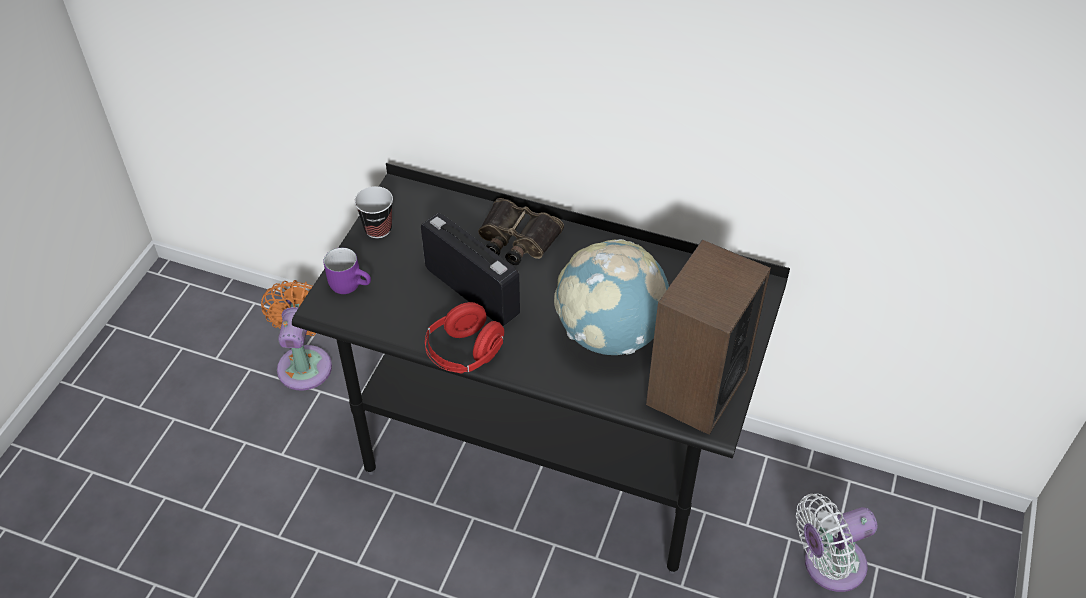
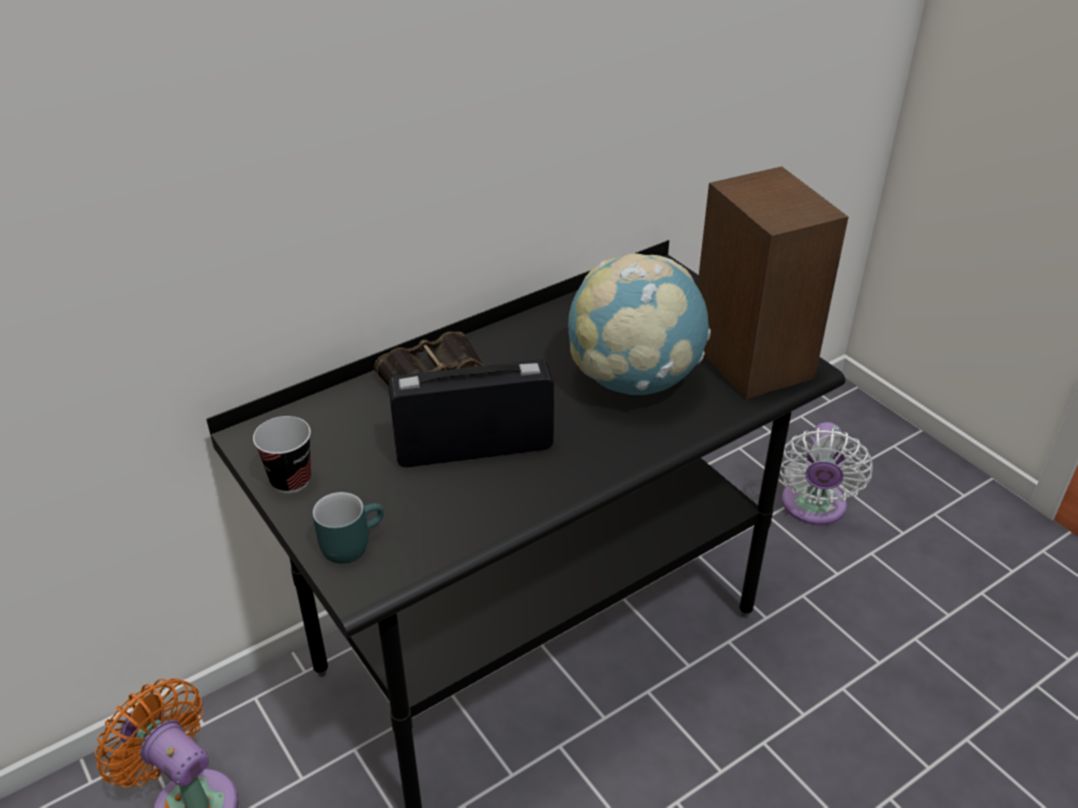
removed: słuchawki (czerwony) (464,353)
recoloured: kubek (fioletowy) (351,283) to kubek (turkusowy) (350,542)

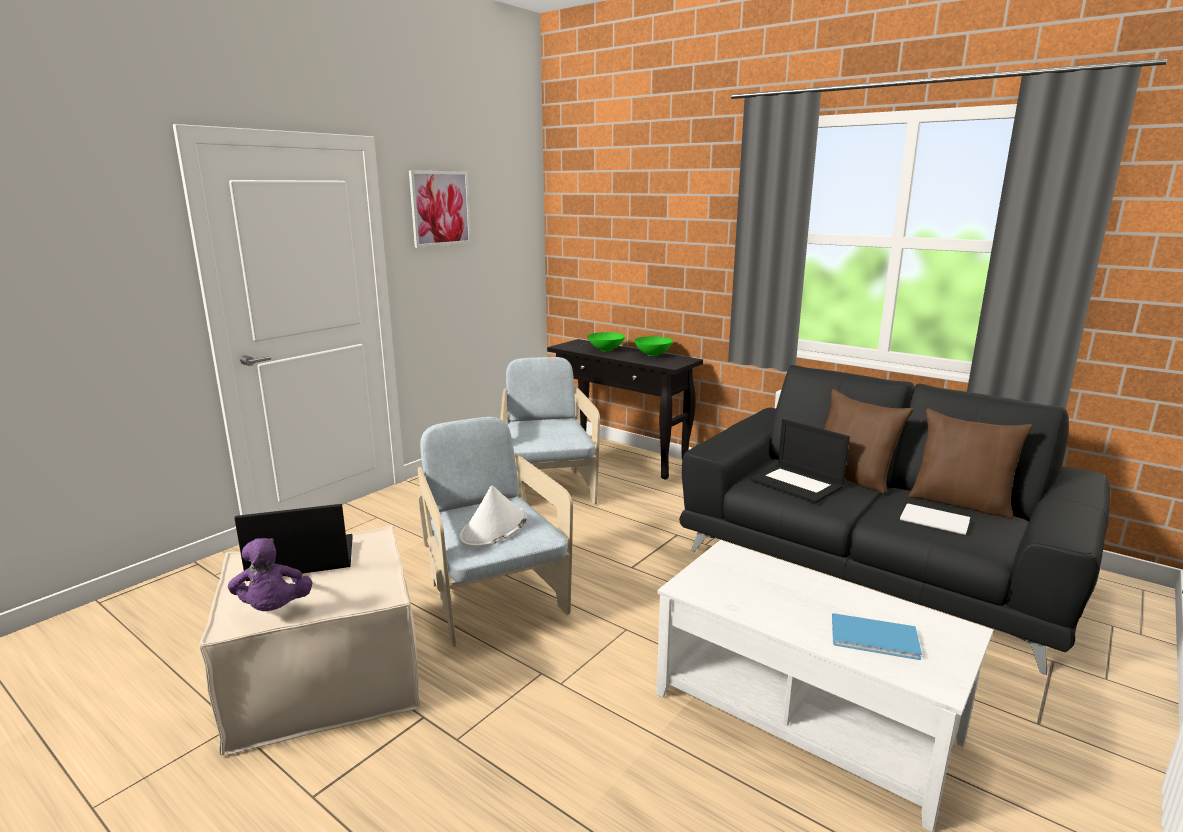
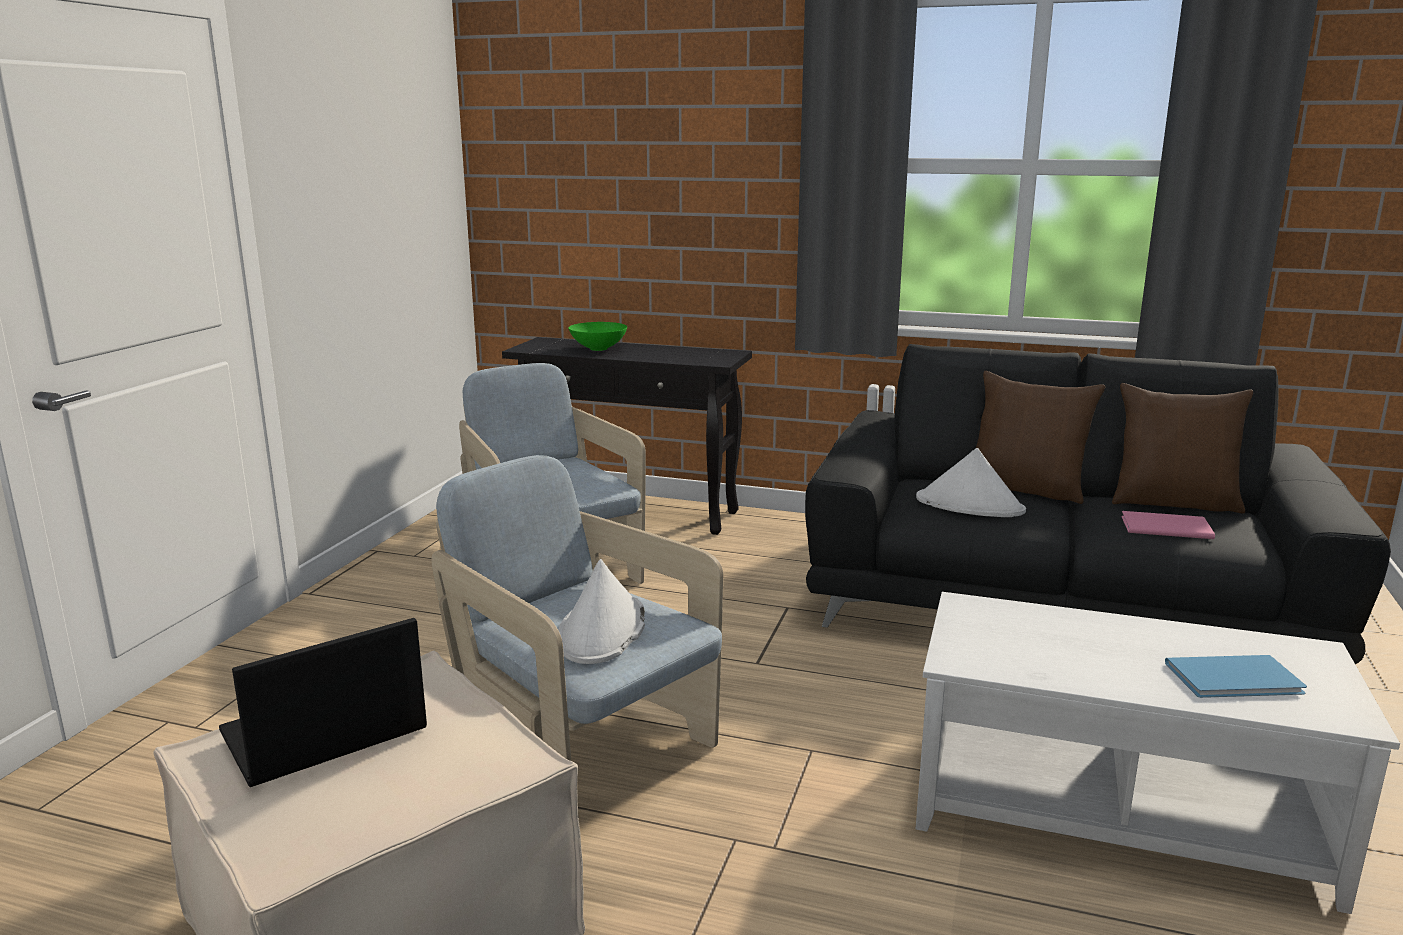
removed: pluszak (fioletowy) (273,609); obraz (440,208); miska (zielony) (653,354)
replaced: laptop (797,484) to kapelusz (biały) (970,505)
recoloured: książka (biały) (933,519) to książka (różowy) (1163,526)

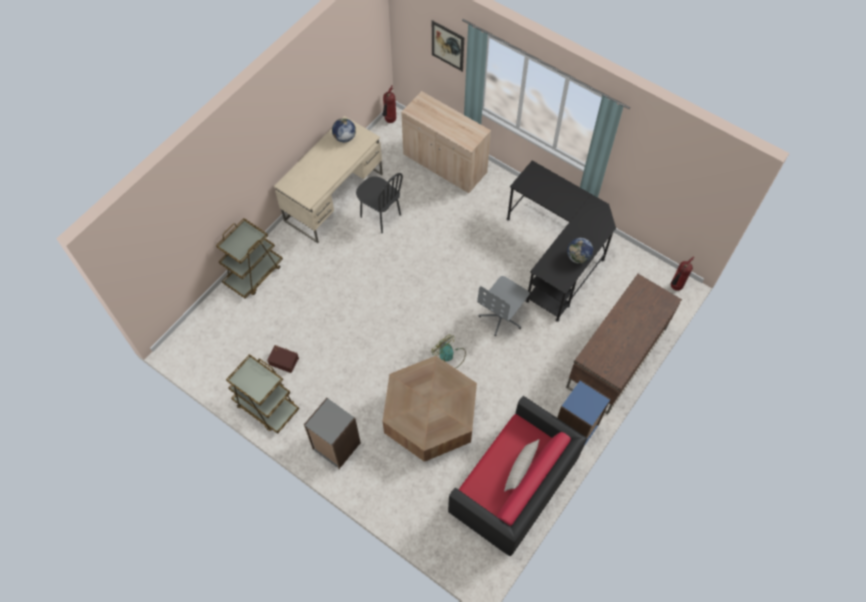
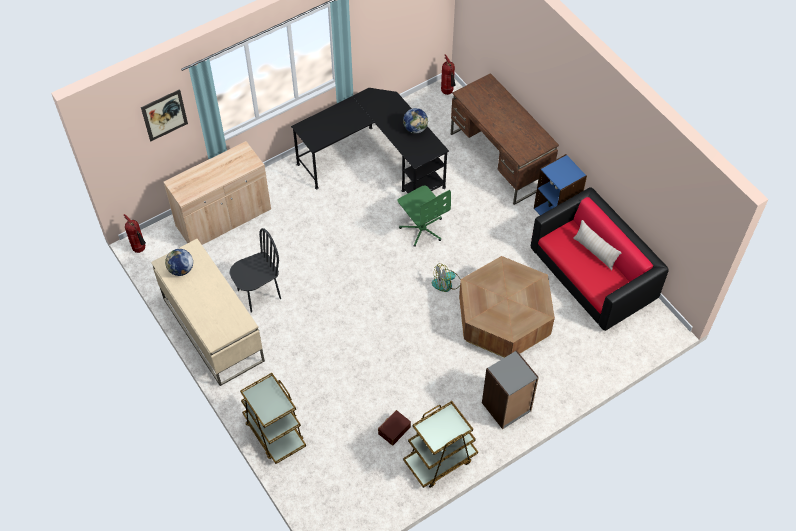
recoloured: krzesło biurowe (szary) (501,316) to krzesło biurowe (zielony) (422,228)

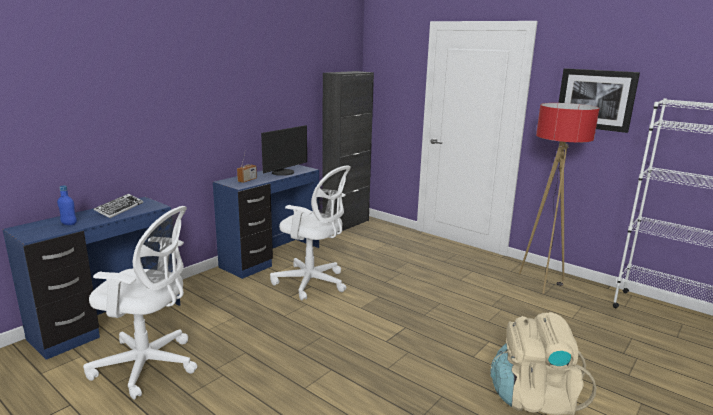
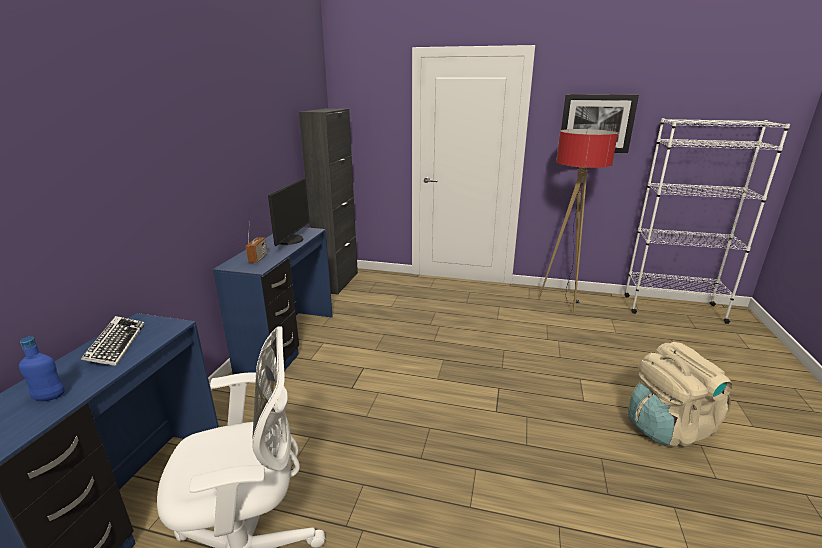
removed: krzesło biurowe (biały) (313,283)

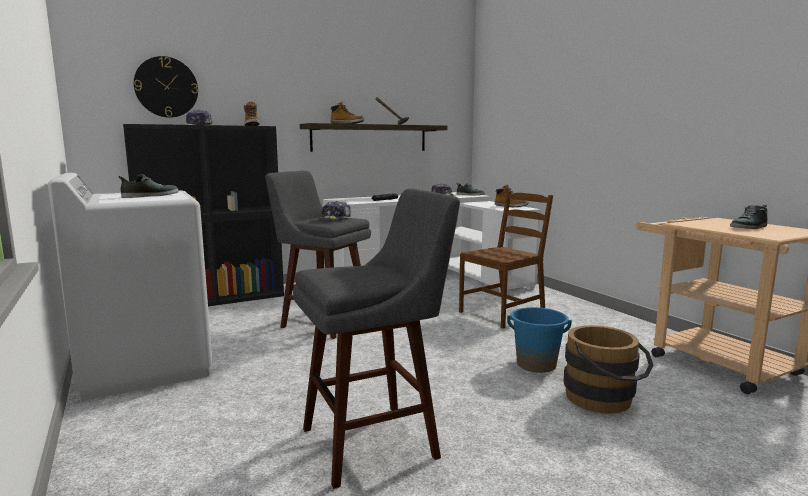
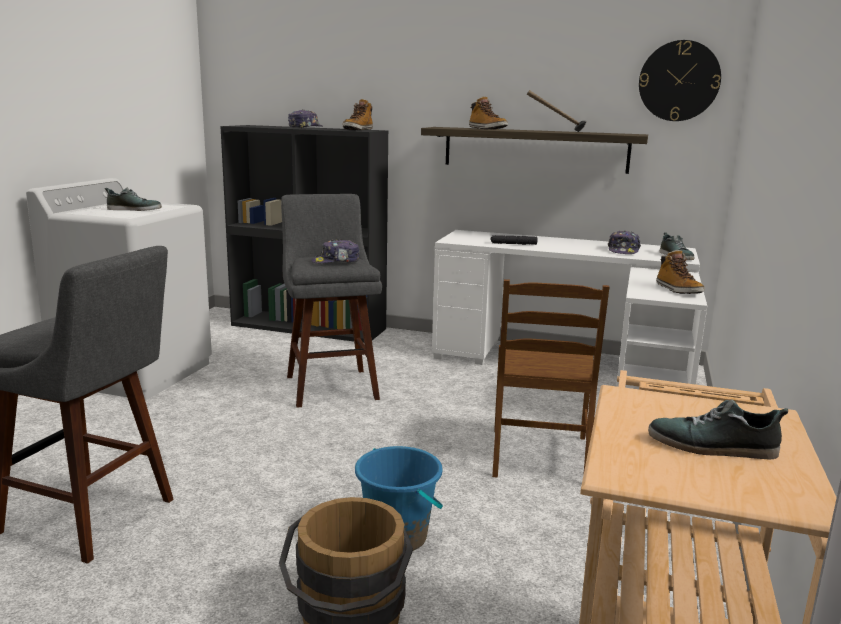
moved: zegar ścienny (166,87) to (679,81)
turned: krzesło (brązowy) (502,313) = (540,456) 90 degrees clockwise

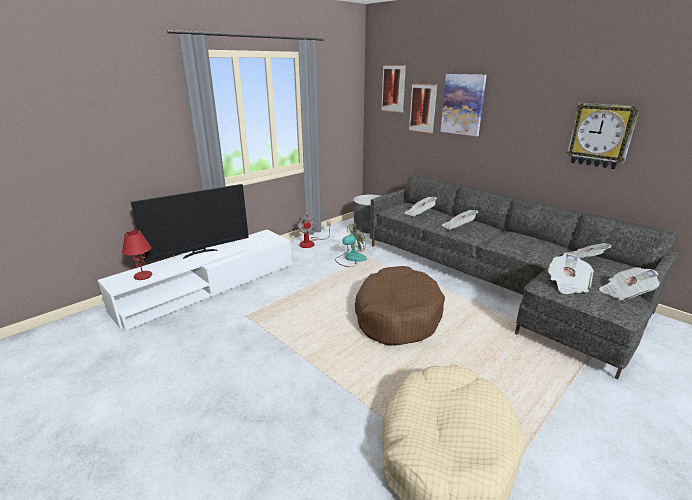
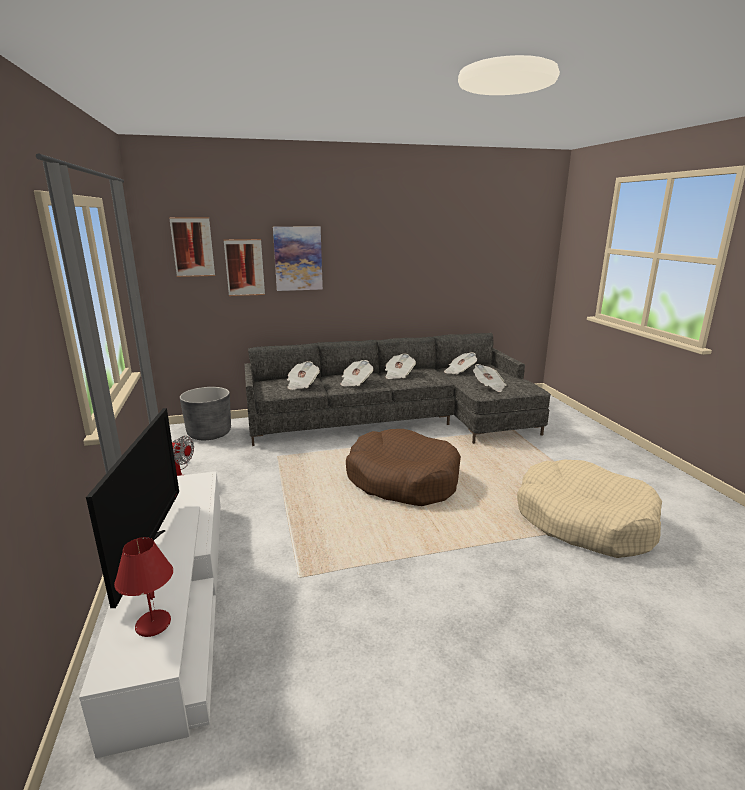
removed: wentylator (350,259); zegar ścienny (601,135)
moved: gazeta (624,293) to (398,375)

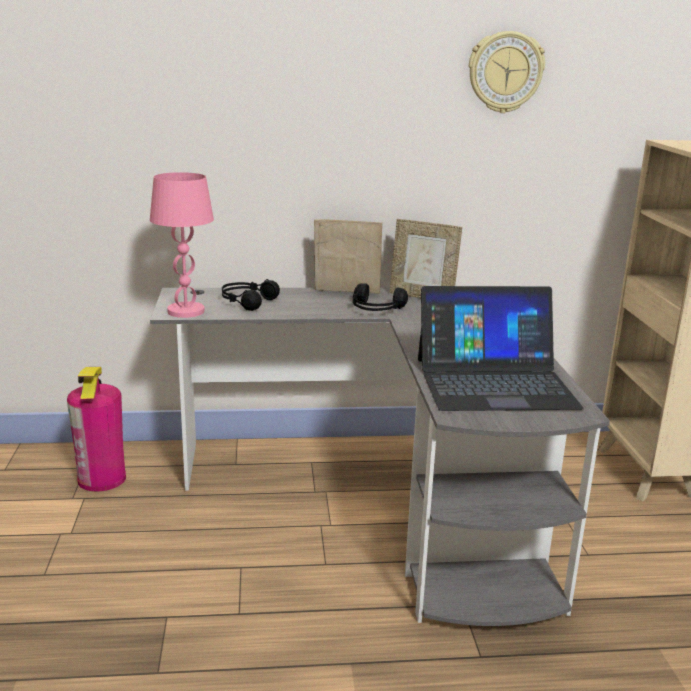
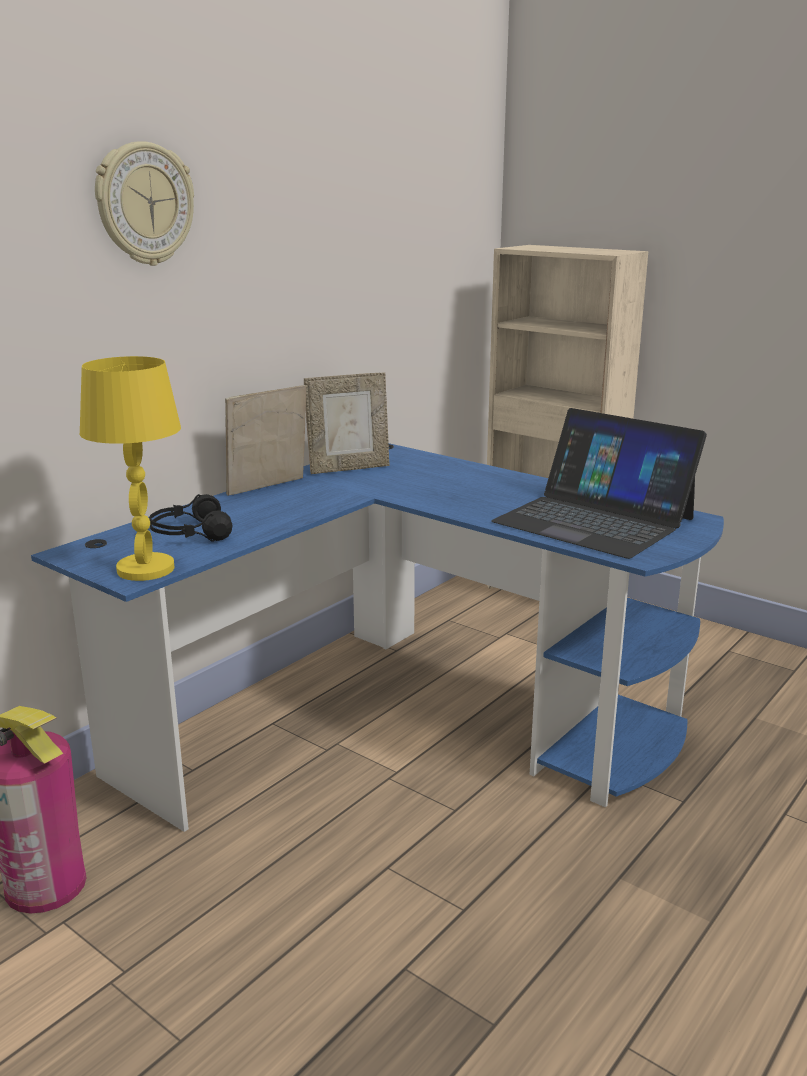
removed: słuchawki (czarny) (375,309)
moved: zegar ścienny (505,72) to (144,204)
recoloured: lampa stołowa (różowy) (186,311) to lampa stołowa (żółty) (146,569); biurko (szary) (386,498) to biurko (niebieski) (401,717)
turned: laptop (494,382) = (594,520) 90 degrees clockwise

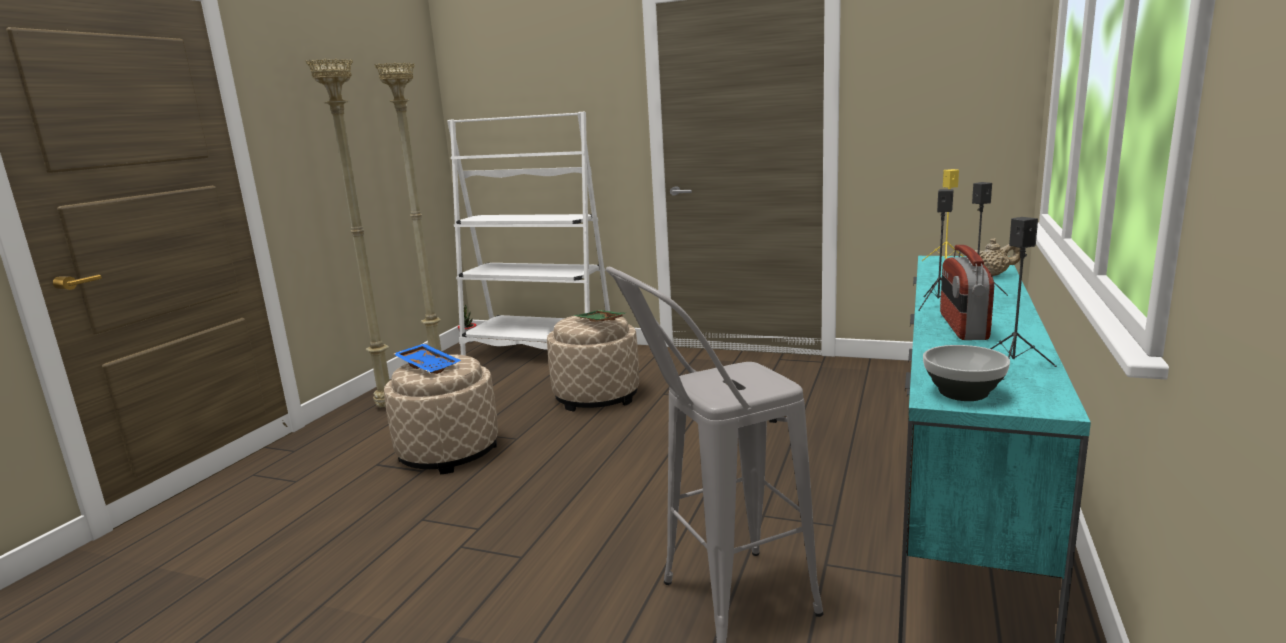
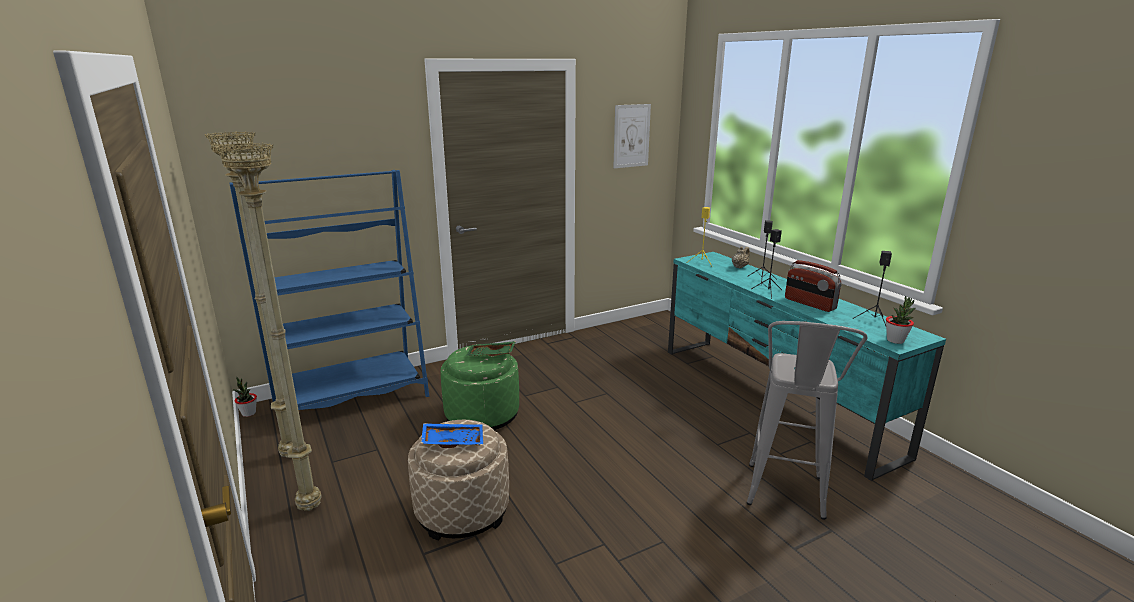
added: obraz (631,136)
replaced: miska (962,393) to roślina doniczkowa (895,340)
recoloured: regał (biały) (538,351) to regał (niebieski) (351,398); pufa (beżowy) (596,396) to pufa (zielony) (482,416)

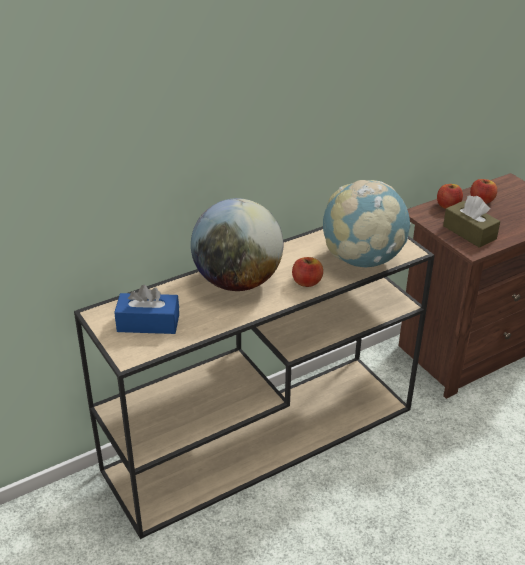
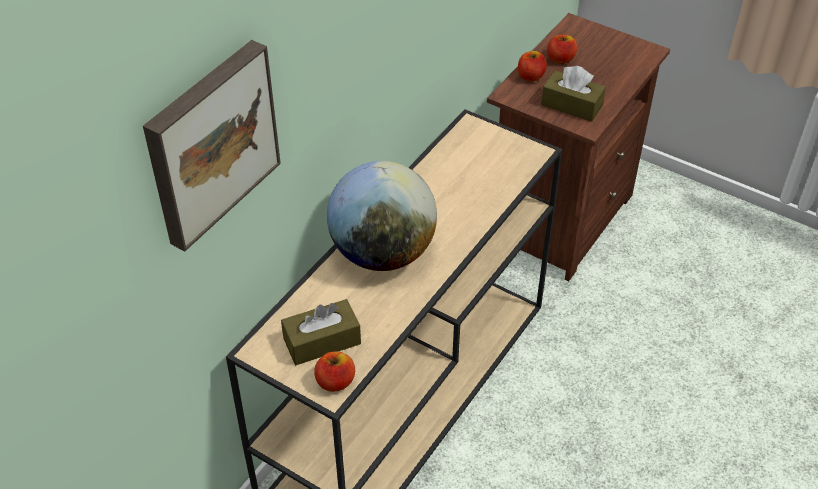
removed: globus (362,259)
added: obraz (210,142)
moved: jabłko (307,282) to (335,381)
recoloured: pudełko chusteczek (niebieski) (148,323) to pudełko chusteczek (brązowy) (322,341)

